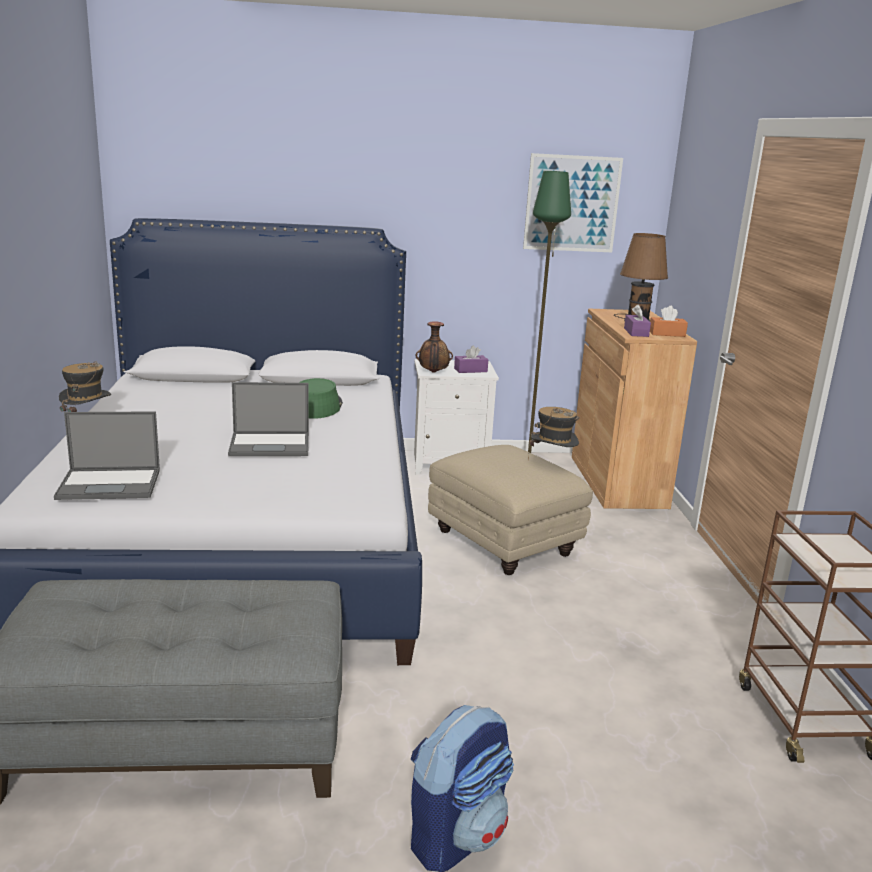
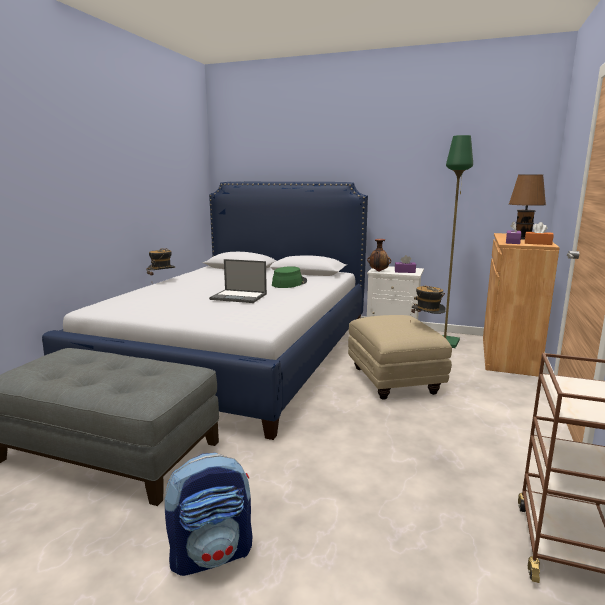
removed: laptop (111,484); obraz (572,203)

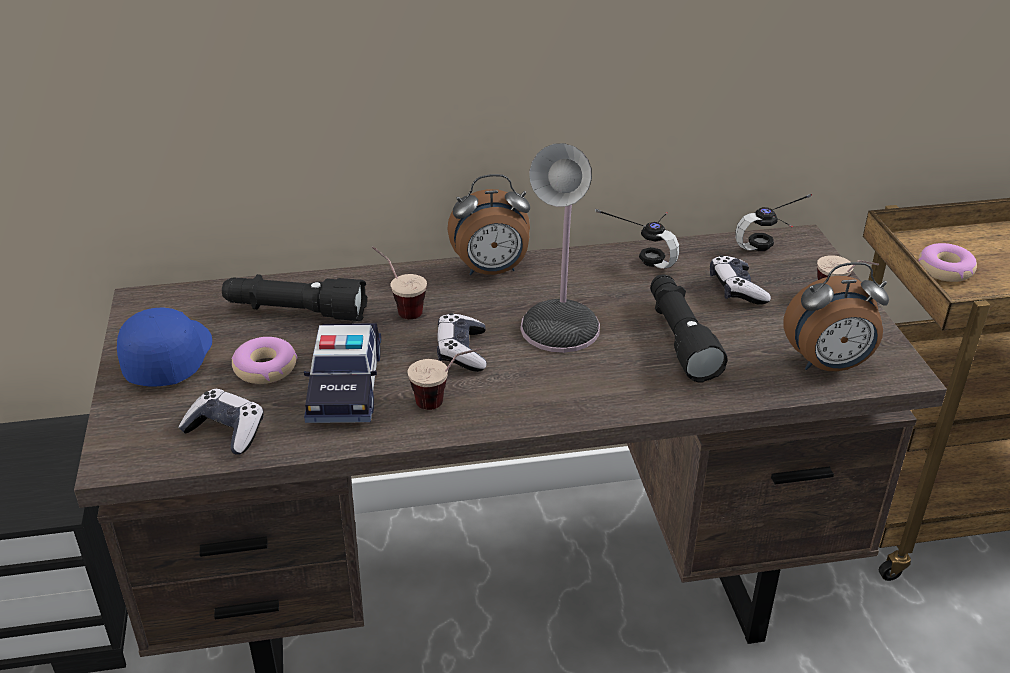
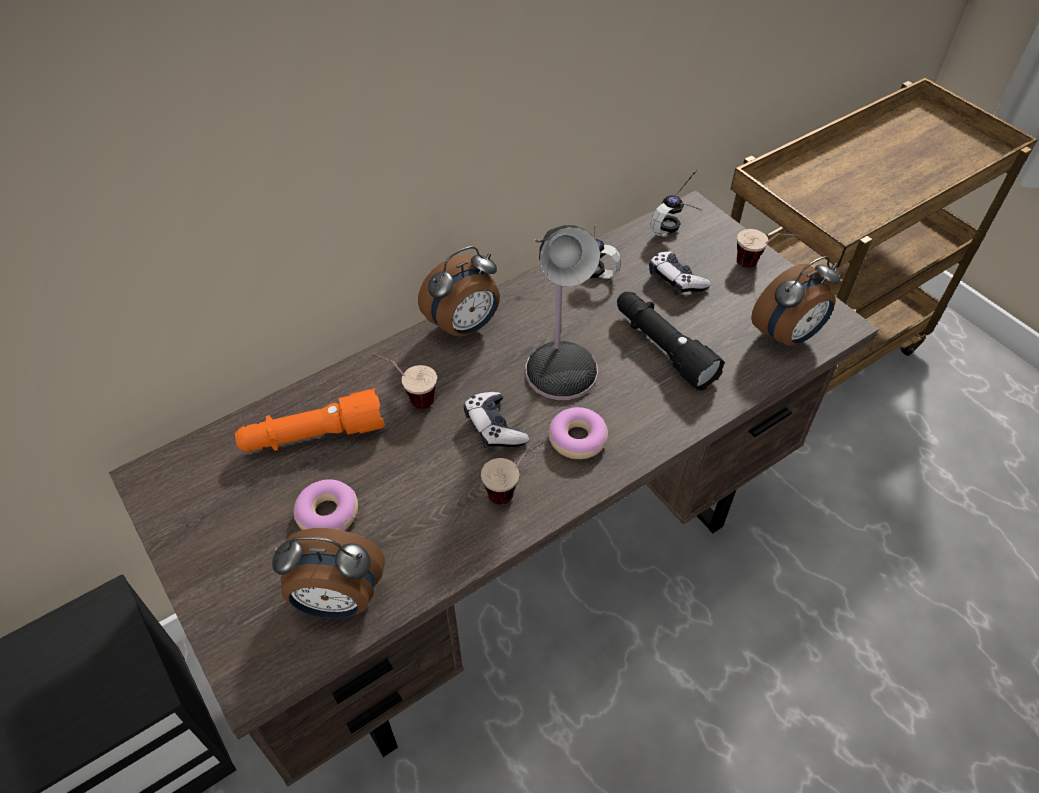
removed: czapka z daszkiem (niebieski) (168,358); samochodzik (345,385)
moved: donut (945,270) to (577,439)
replaced: pad do gier (226,431) to budzik (337,600)
recoloured: latarka (czarny) (295,311) to latarka (pomarańczowy) (313,436)

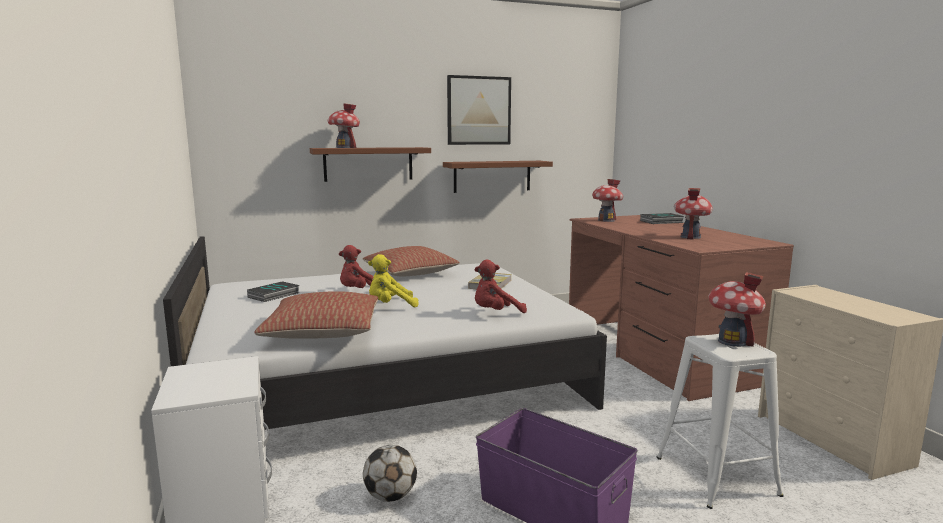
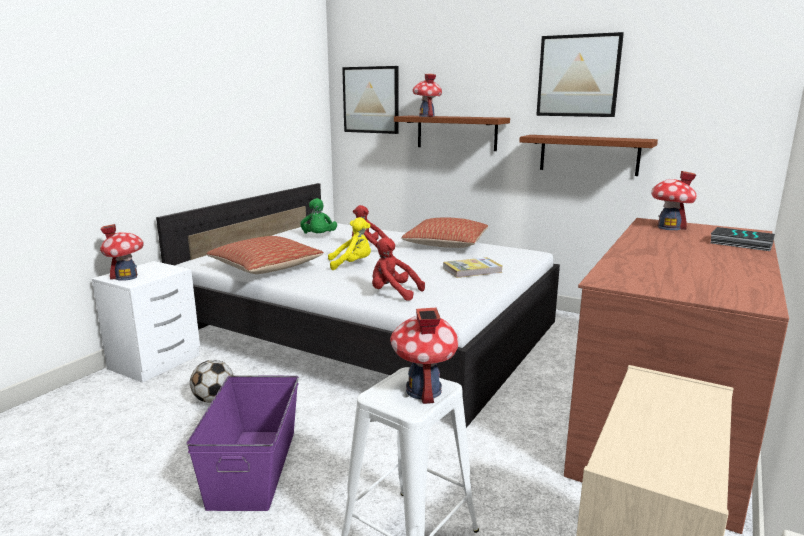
added: obraz (371,100)
moved: domek (690,237) to (126,277)
replaced: książka (274,295) to pluszak (zielony) (319,237)
turned: pluszak (żółty) (390,306) = (352,264) 135 degrees clockwise

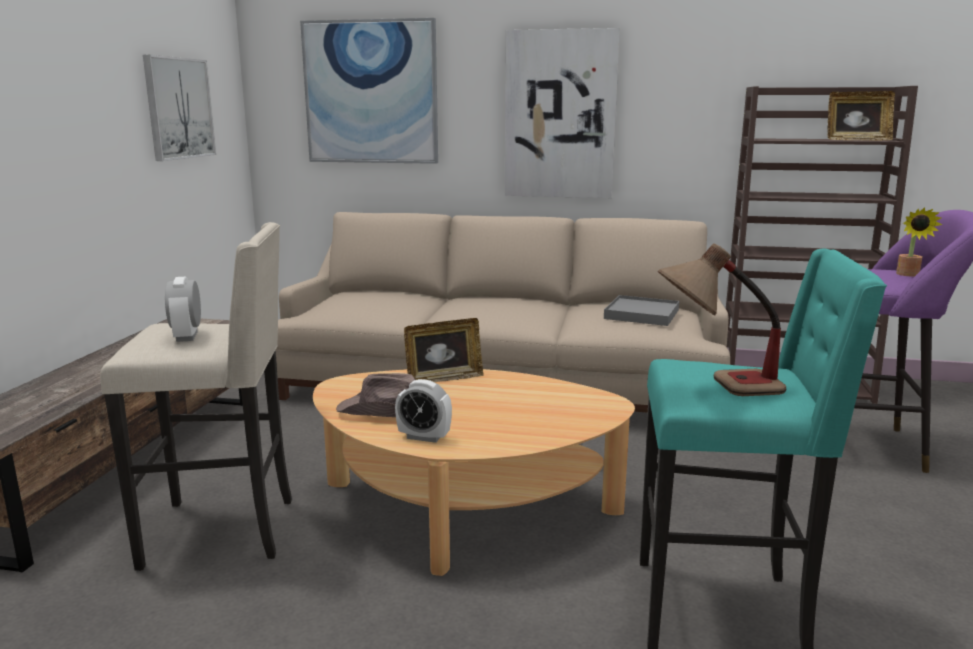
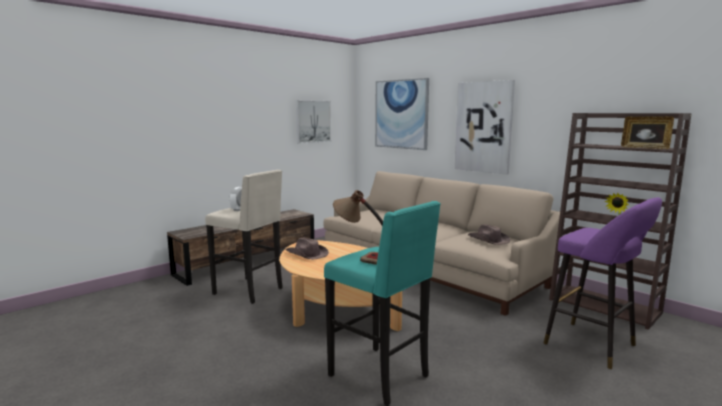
removed: budzik (424,437); ramka na zdjęcie (444,378)
replaced: taca (szary) (642,314) to kapelusz (brązowy) (488,240)

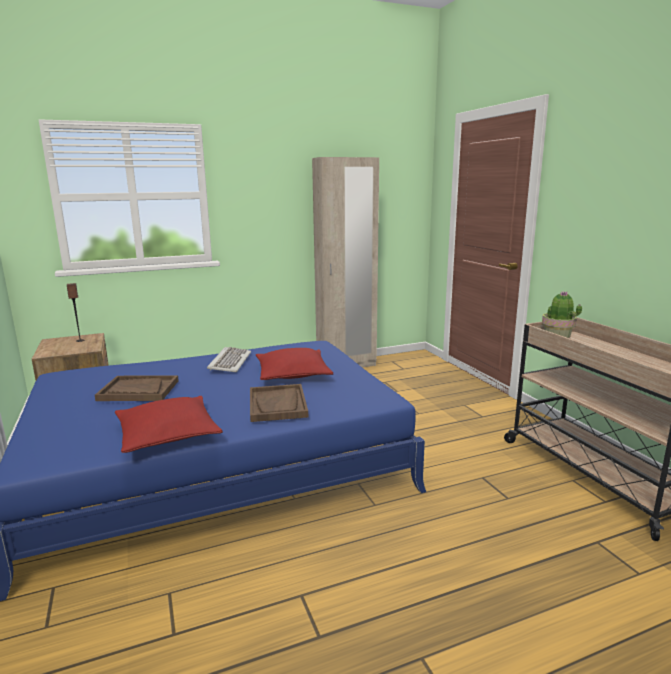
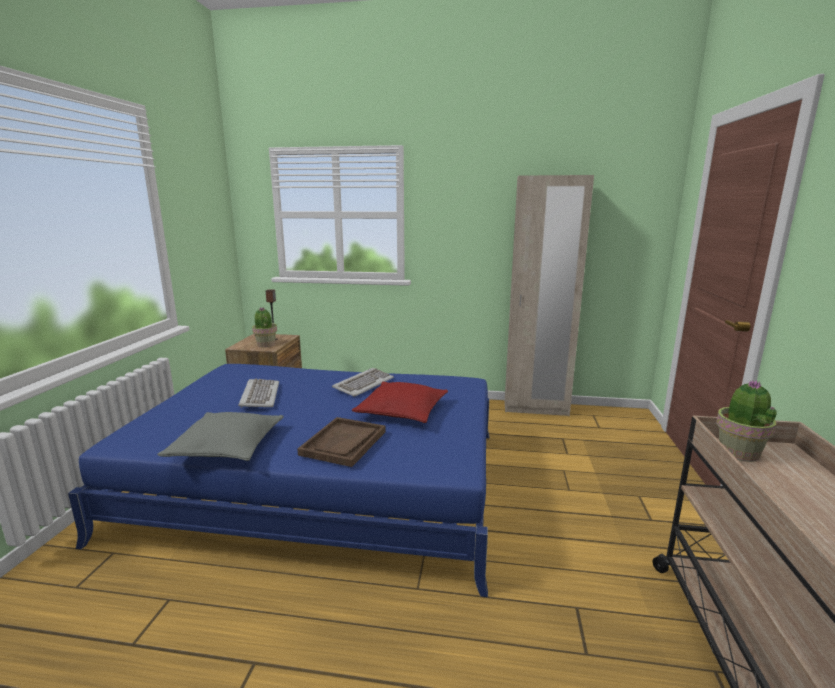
added: roślina doniczkowa (266,344)
replaced: taca (brązowy) (138,390) to klawiatura (259,396)
recoloured: poduszka (czerwony) (168,434) to poduszka (szary) (227,446)

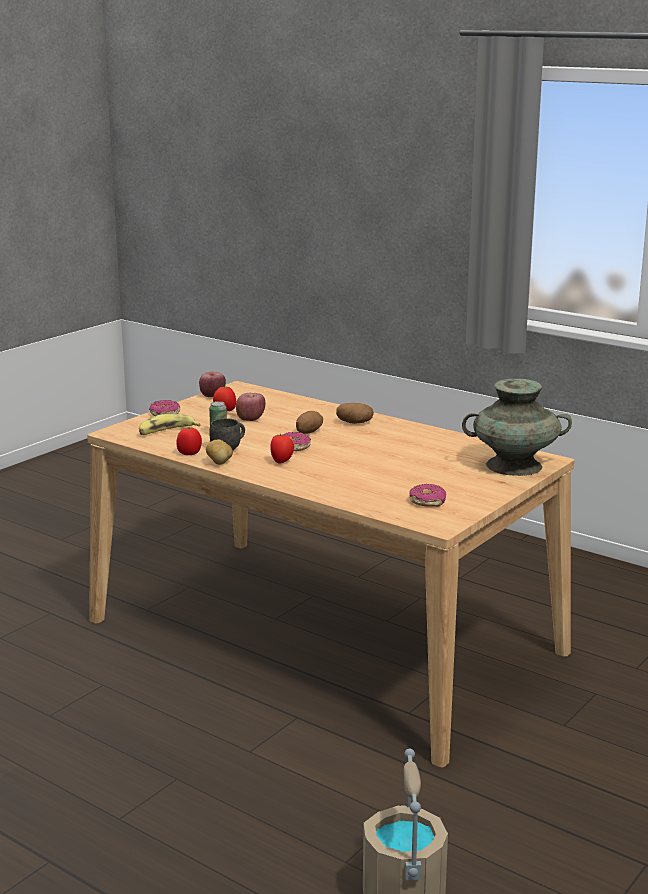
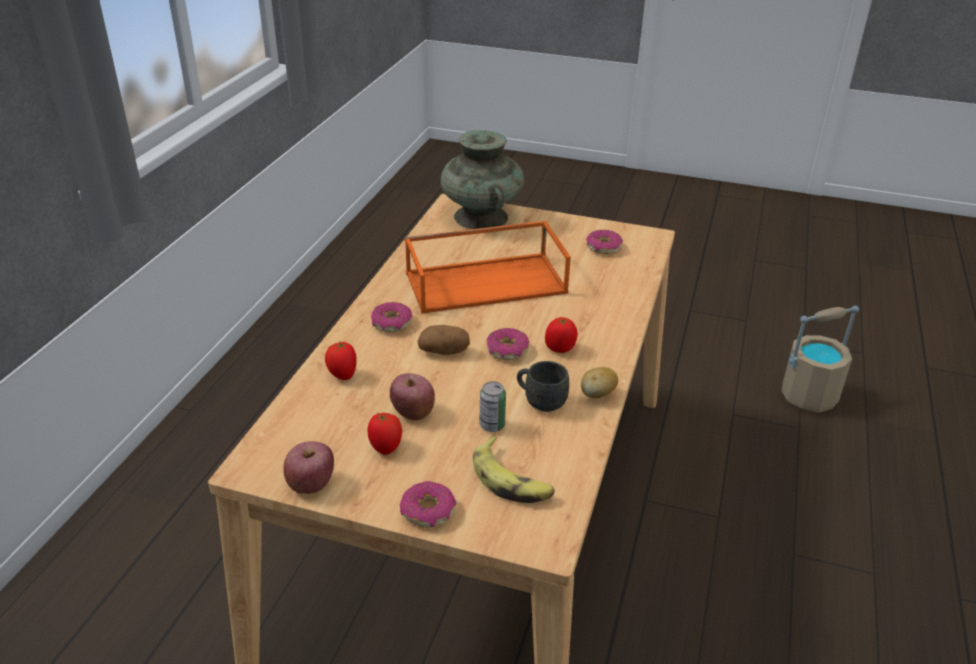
added: taca (pomarańczowy) (487,282)
moved: pomidor (189,453) to (342,375)
replaced: ziemniak (354,423) to donut (391,324)

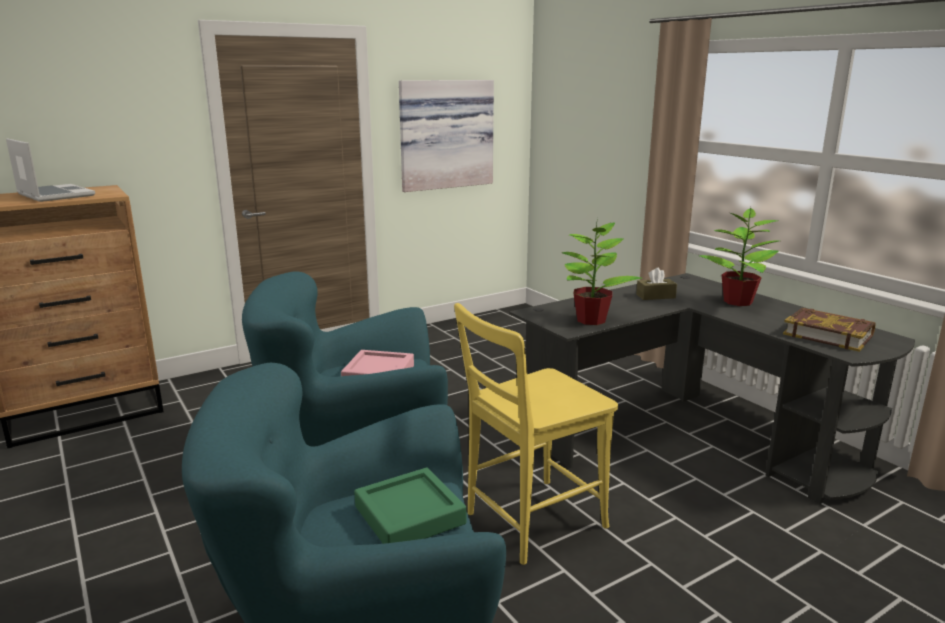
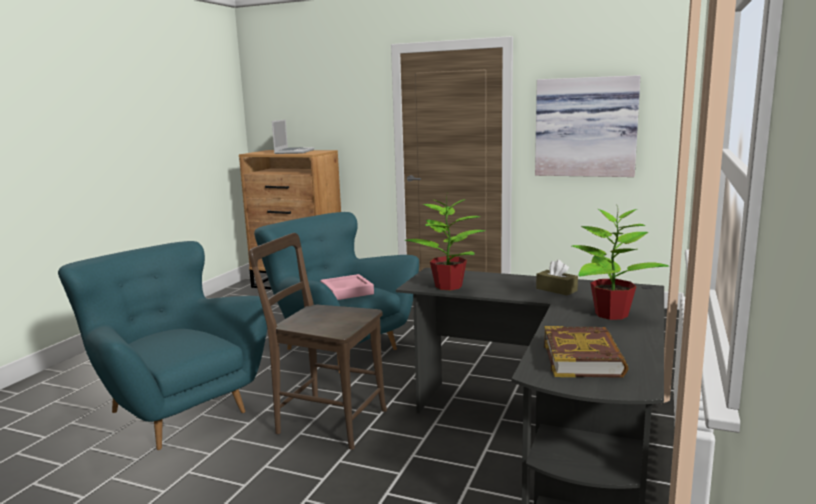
removed: taca (zielony) (409,515)
recoloured: krzesło (żółty) (529,522) to krzesło (brązowy) (326,420)

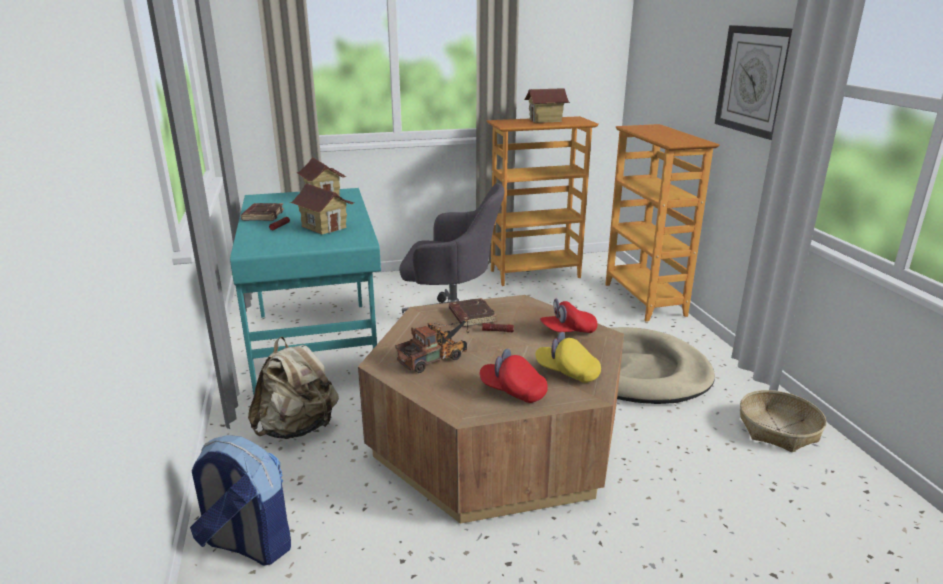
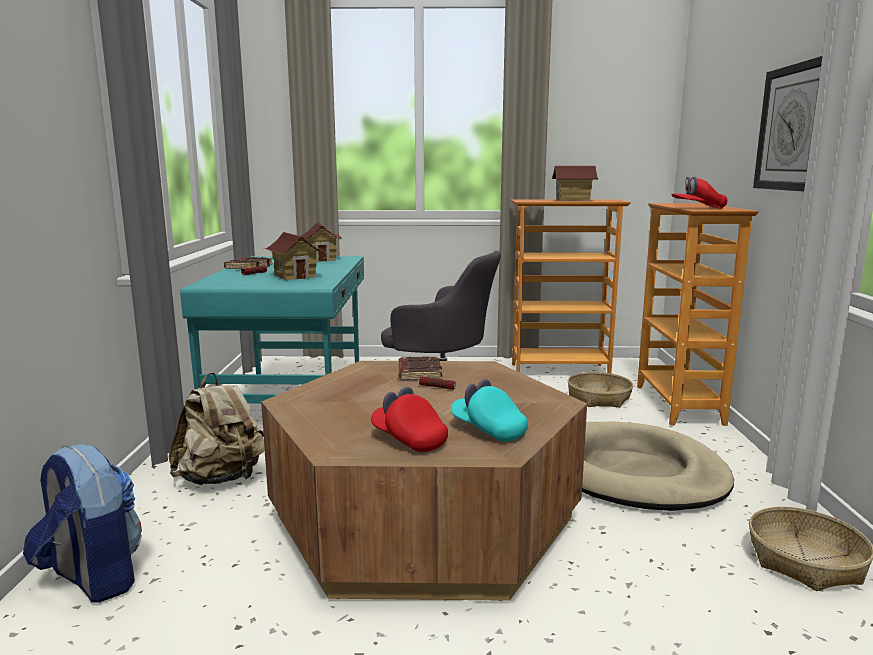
removed: ciężarówka zabawkowa (436,358)
added: koszyk (599,398)
moved: czapka z daszkiem (czerwony) (568,331) to (698,208)
recoloured: czapka z daszkiem (żółty) (567,372) to czapka z daszkiem (turkusowy) (488,430)

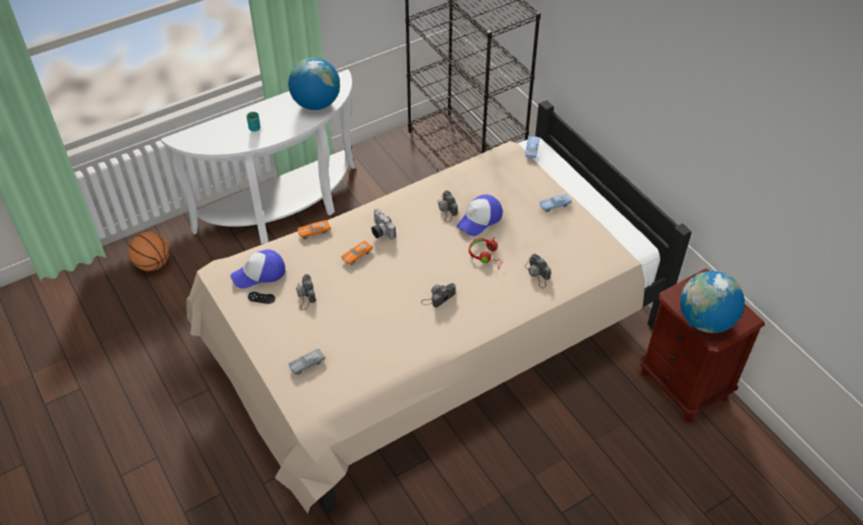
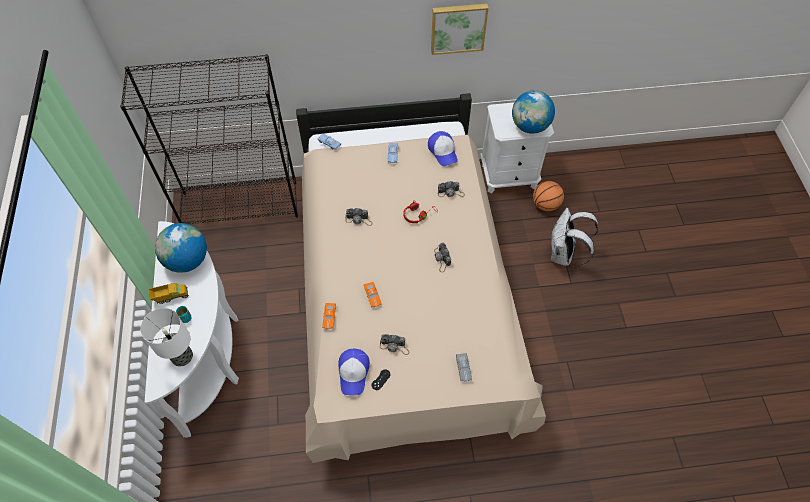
removed: aparat fotograficzny (380,231)
added: lampa stołowa (182,355); ciężarówka zabawkowa (171,297); obraz (458,27); plecak (biały) (563,255)
moved: piłka do koszykówki (153,264) to (545,205); czapka z daszkiem (480,219) to (443,151)
recoloured: szafka nocna (brązowy) (683,385) to szafka nocna (biały) (509,176)

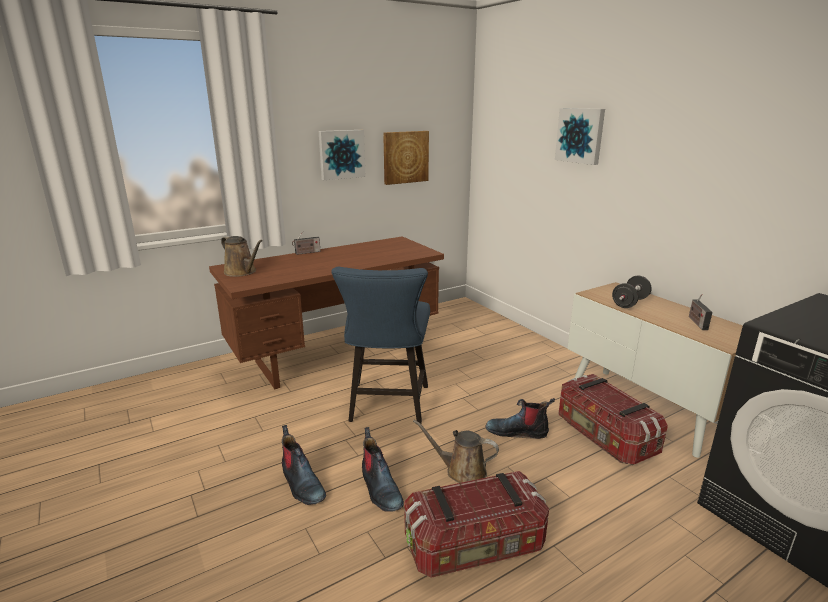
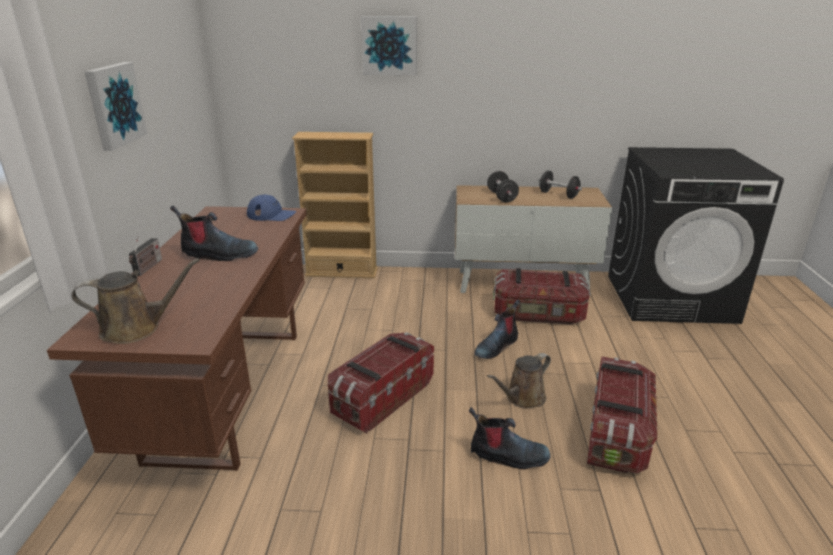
removed: obraz (405,157)
added: czapka z daszkiem (niebieski) (271,215); regał (beżowy) (342,272)
moved: but z cholewką (301,484) to (218,255)
replaced: krzesło (niebieski) (387,407) to pojemnik do przechowywania (382,398); radio (696,322) to hantel (czarny) (558,195)

